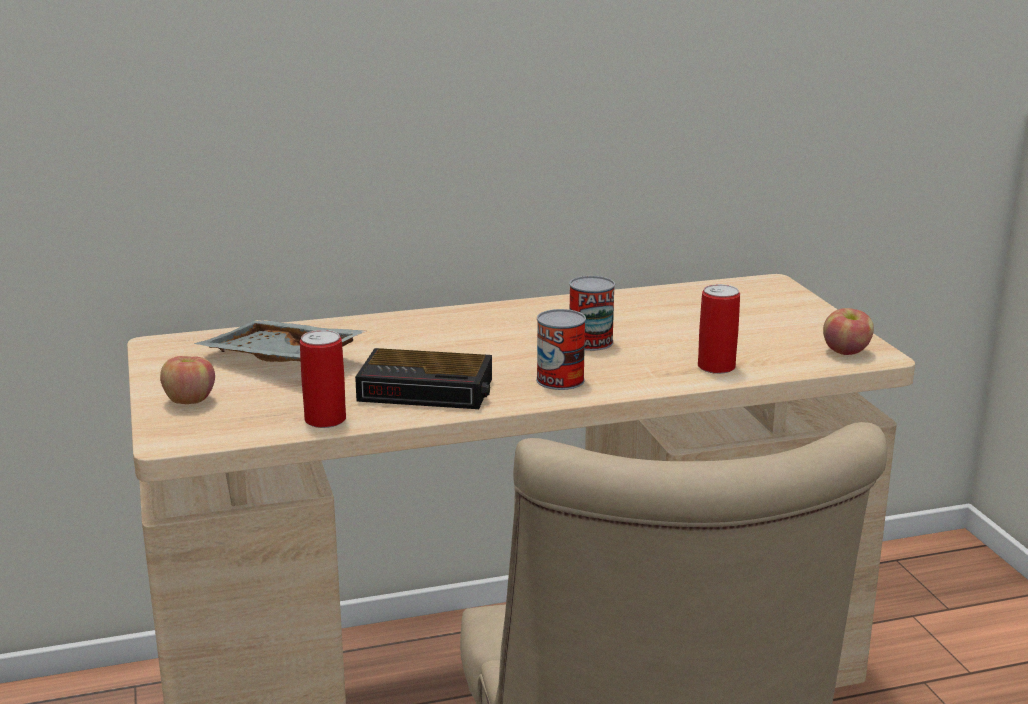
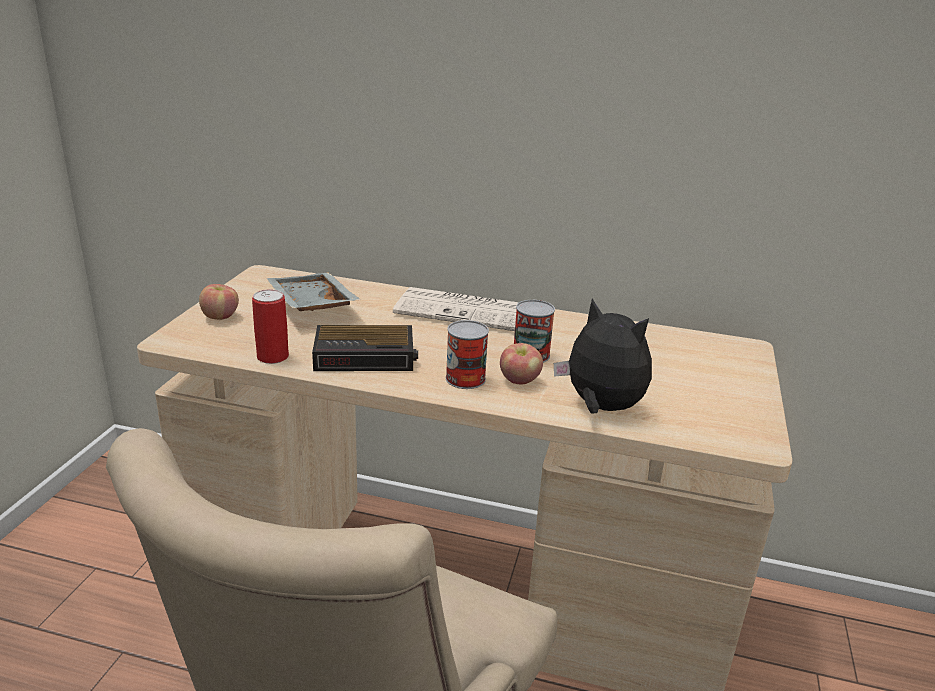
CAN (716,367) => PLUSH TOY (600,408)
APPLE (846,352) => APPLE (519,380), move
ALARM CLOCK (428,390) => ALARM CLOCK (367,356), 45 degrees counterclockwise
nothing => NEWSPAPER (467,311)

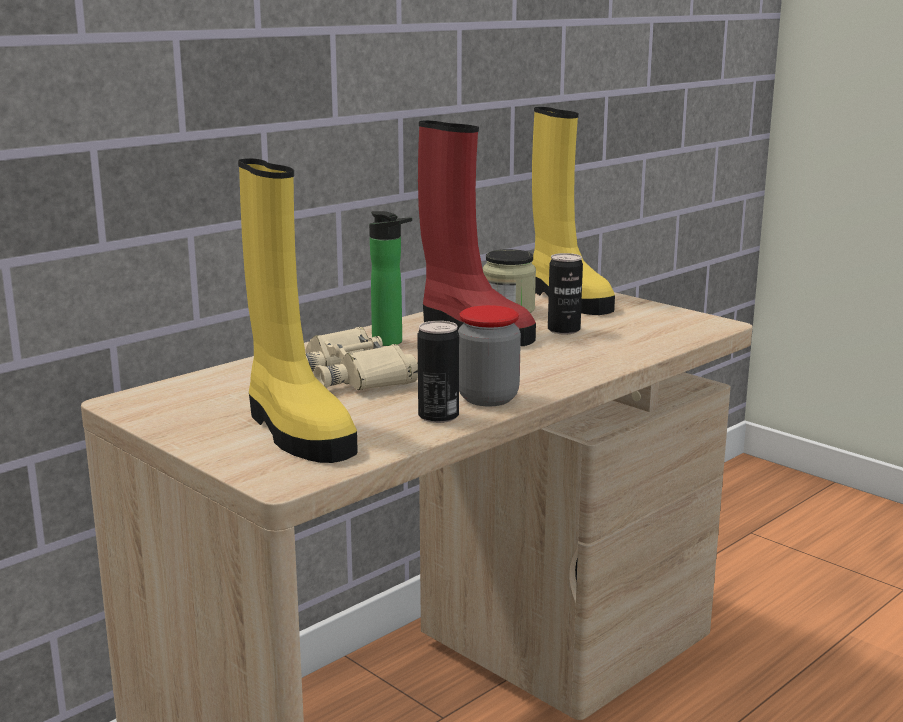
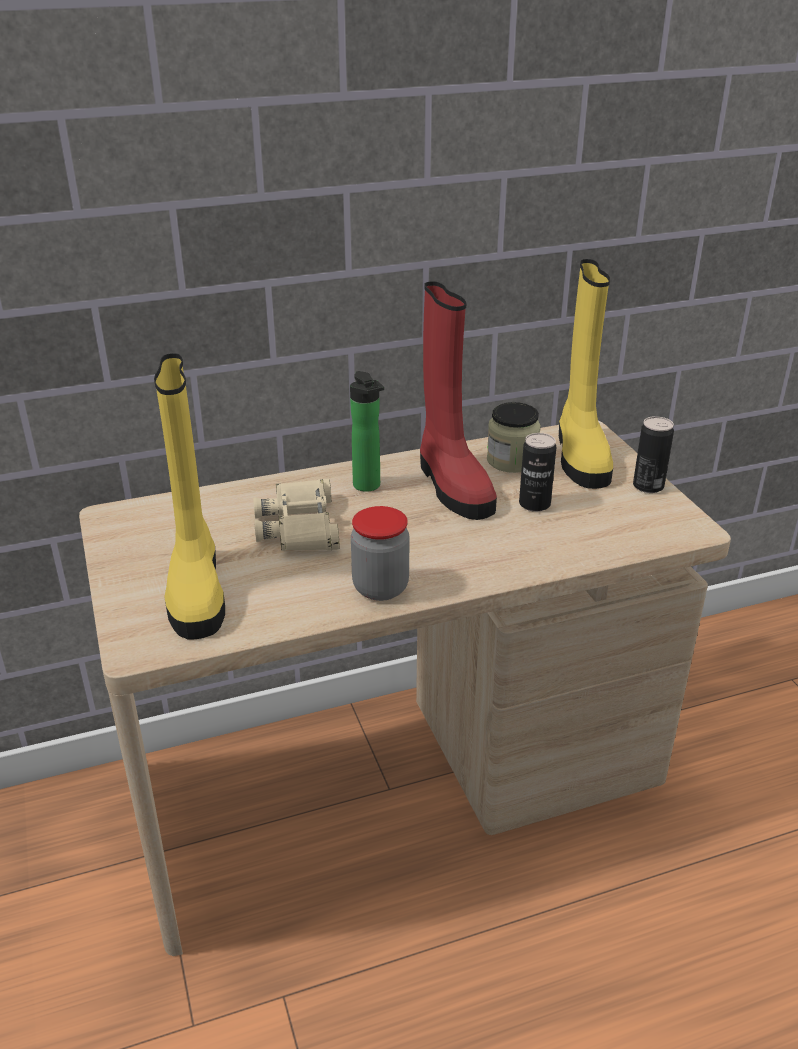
CAN (438,416) => CAN (648,486), move

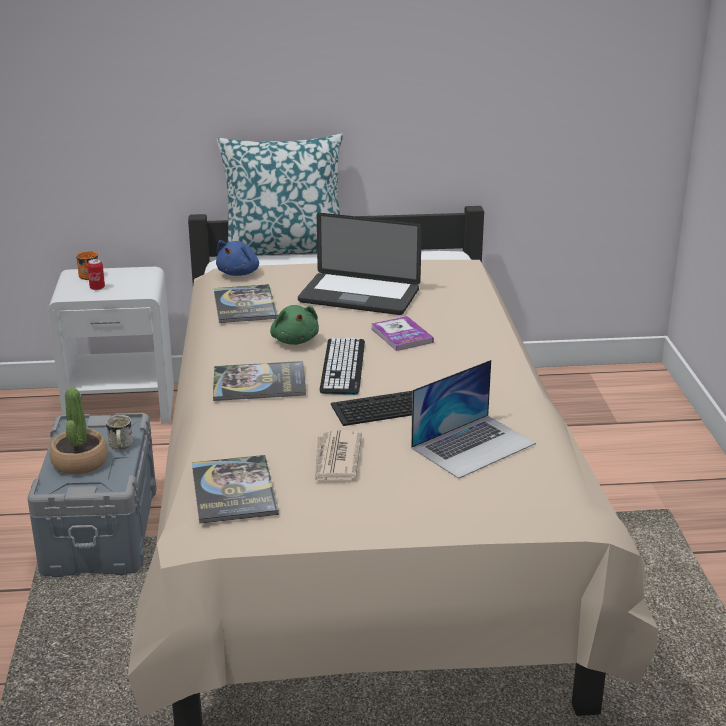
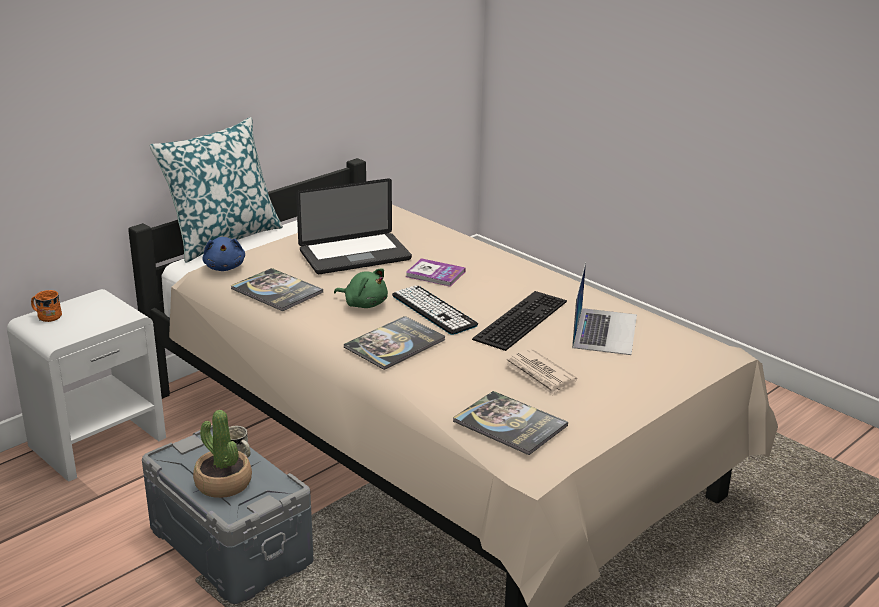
CAN (97,288) => nothing

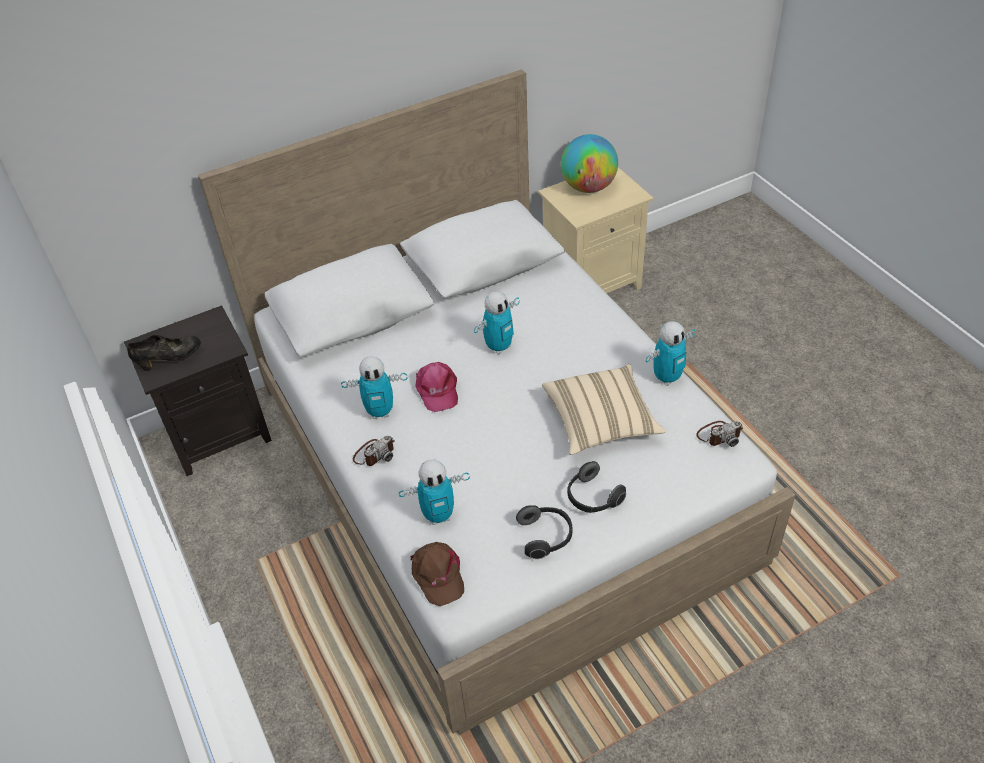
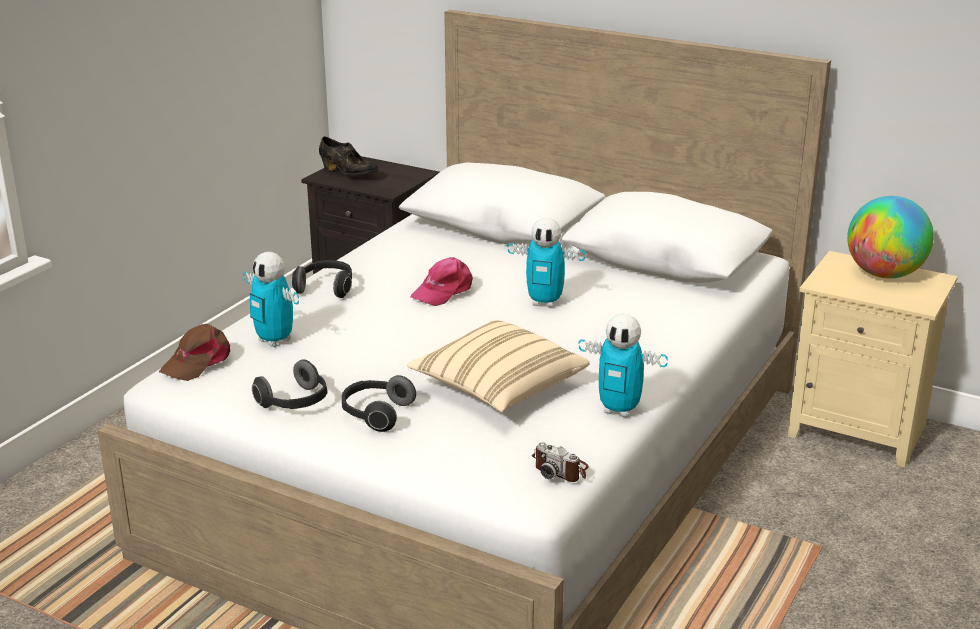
TOY ROBOT (380,412) => nothing
PHOTO CAMERA (374,453) => HEADPHONES (326,288)

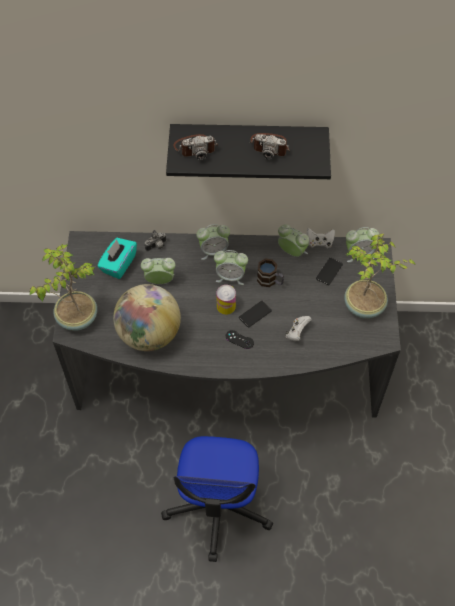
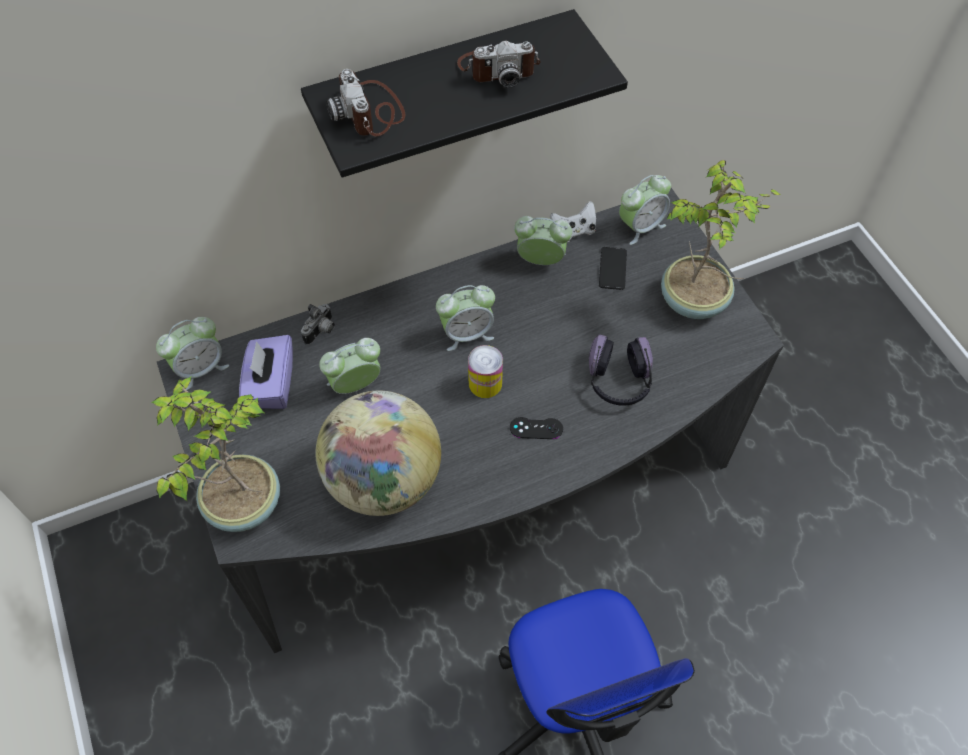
PHOTO CAMERA (195,147) => PHOTO CAMERA (370,111), 105 degrees clockwise
ALARM CLOCK (213,251) => ALARM CLOCK (200,368), move
TURQUOISE TISSUE BOX (118,264) => PURPLE TISSUE BOX (271,385)
MUG (270,281) => nothing
PHONE (255,314) => nothing
WHITE GAME CONTROLLER (297,332) => HEADPHONES (618,381)

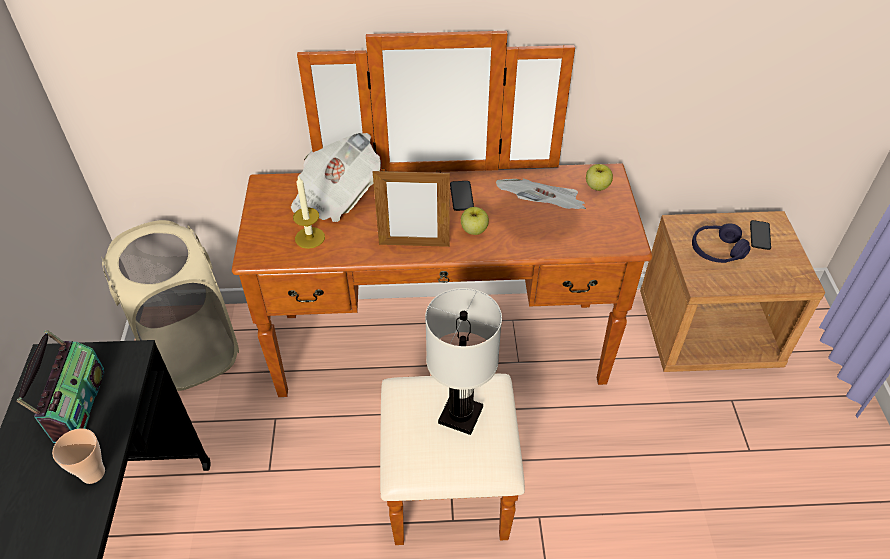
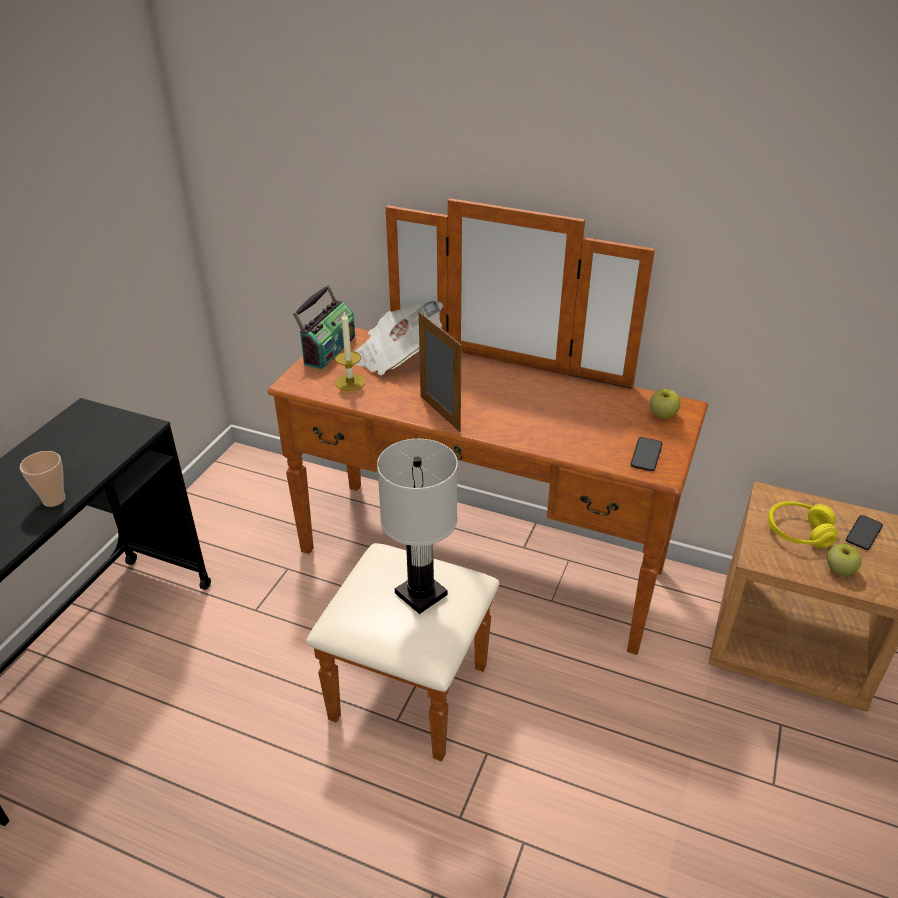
PICTURE FRAME (414,245) => PICTURE FRAME (439,413), 150 degrees counterclockwise
NEWSPAPER (542,211) => nothing
PHONE (461,196) => PHONE (646,455), move
APPLE (474,230) => APPLE (839,570), move
BEIGE LAUNDRY BASKET (191,351) => nothing
PURPLE HEADPHONES (716,250) => YELLOW HEADPHONES (798,532)
RADIO (76,404) => RADIO (328,350), move

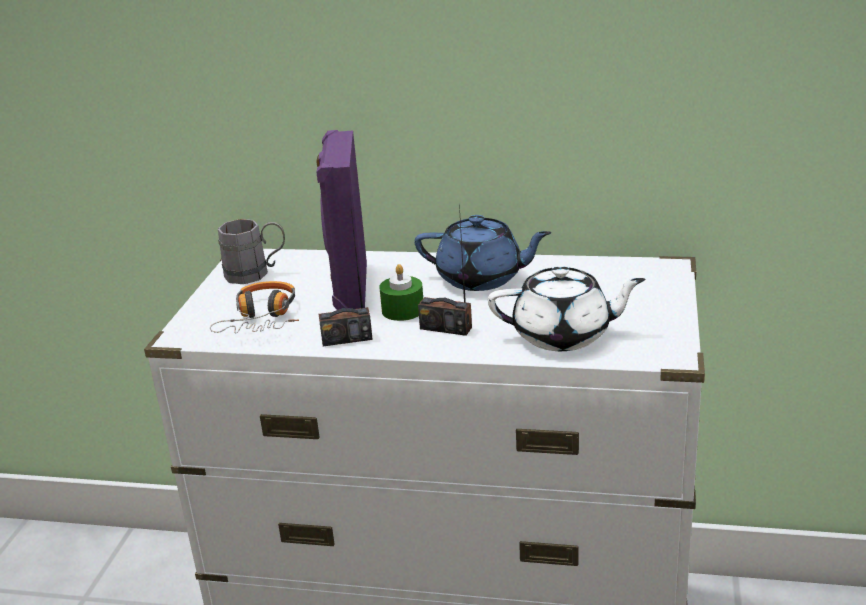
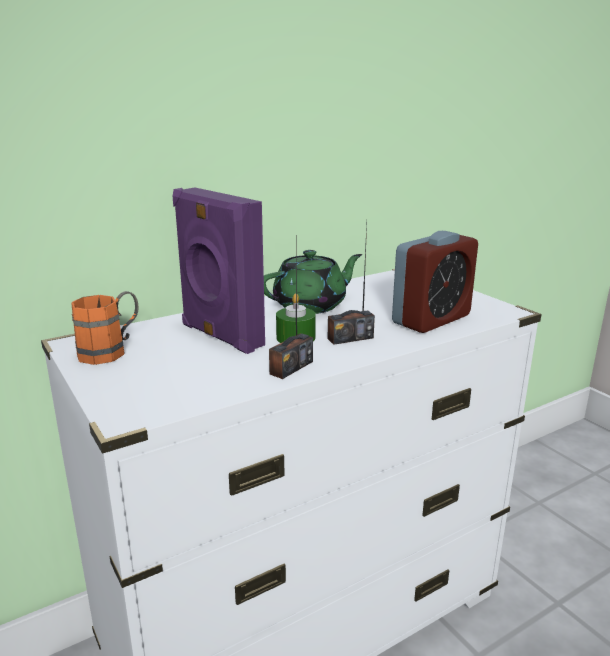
BLUE TEAPOT (481,278) => GREEN TEAPOT (311,305)
GREY MUG (256,273) => ORANGE MUG (111,351)
WHITE TEAPOT (563,335) => ALARM CLOCK (431,319)
HEADPHONES (262,319) => nothing

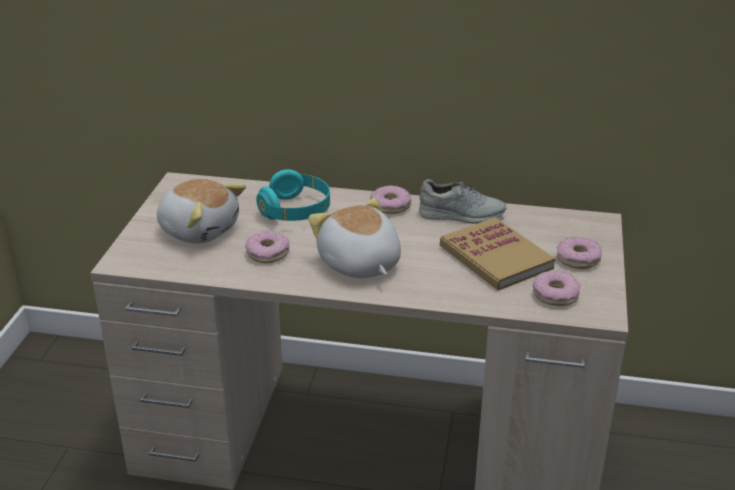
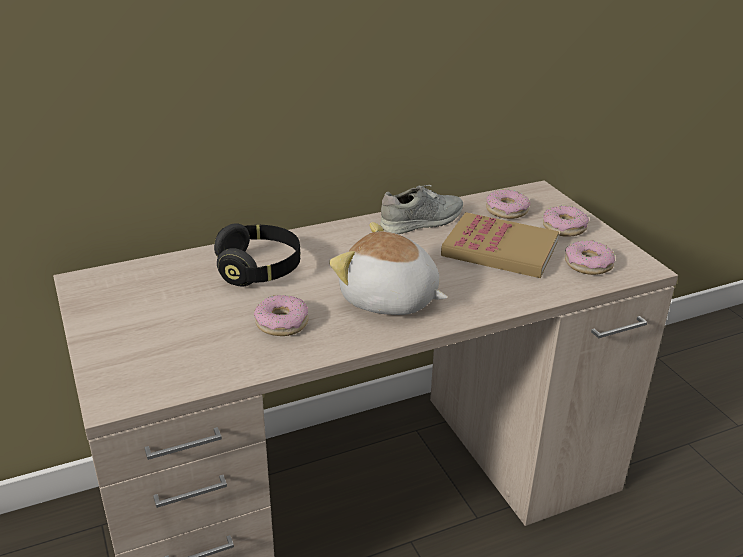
TURQUOISE HEADPHONES (296,211) => BLACK HEADPHONES (259,269)
PLUSH TOY (199,229) => nothing
DONUT (390,205) => DONUT (507,210), move

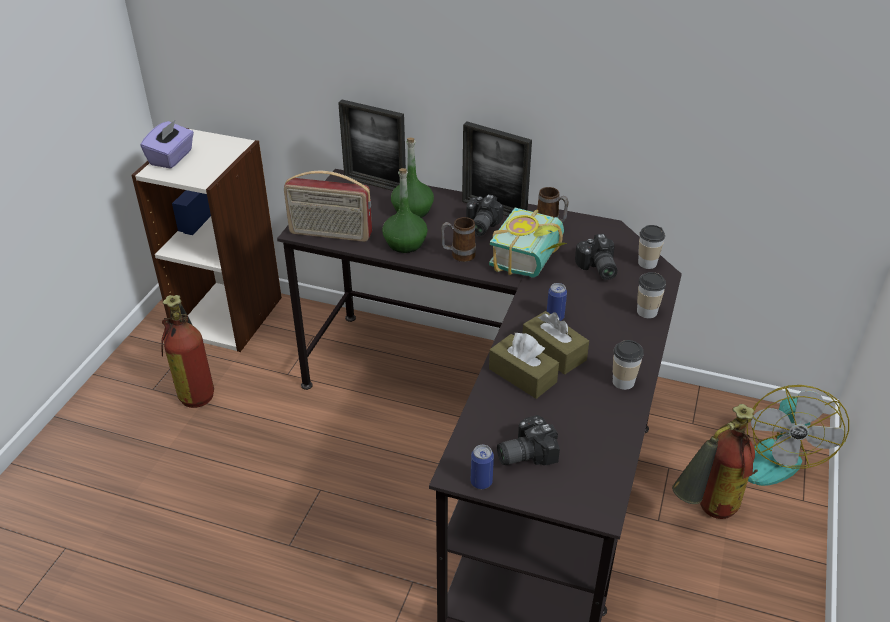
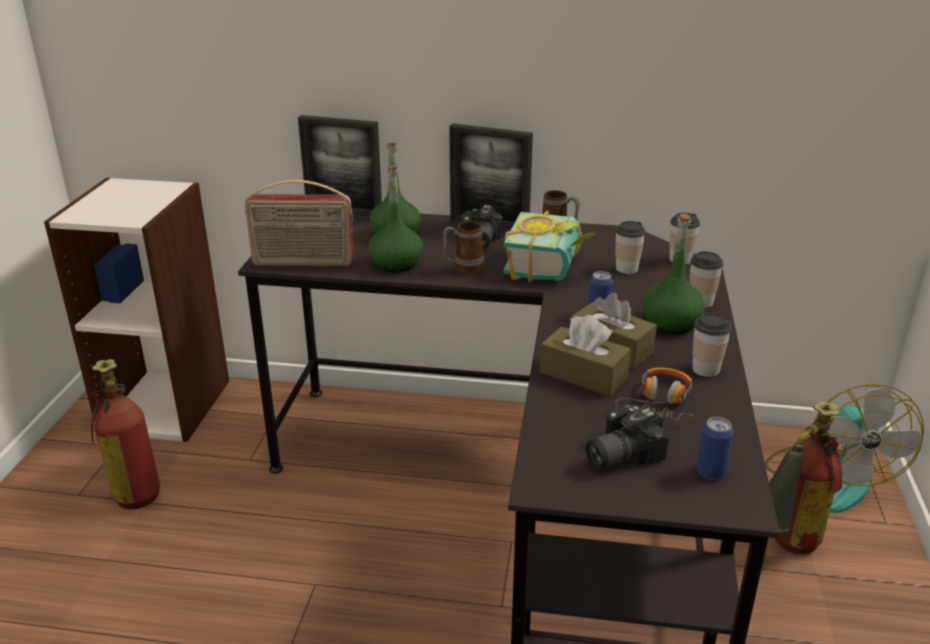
PURPLE TISSUE BOX (172,158) => nothing
PHOTO CAMERA (597,268) => CUP (626,268)
CAN (481,482) => CAN (710,472), move
nothing => GREEN BOTTLE (671,323)
nothing => HEADPHONES (659,402)

